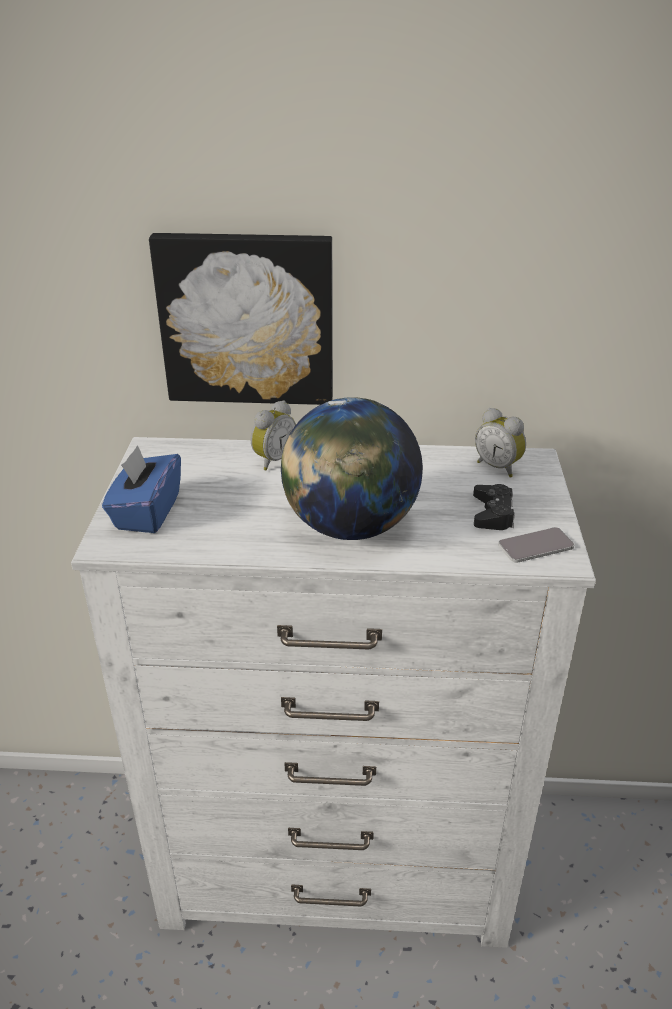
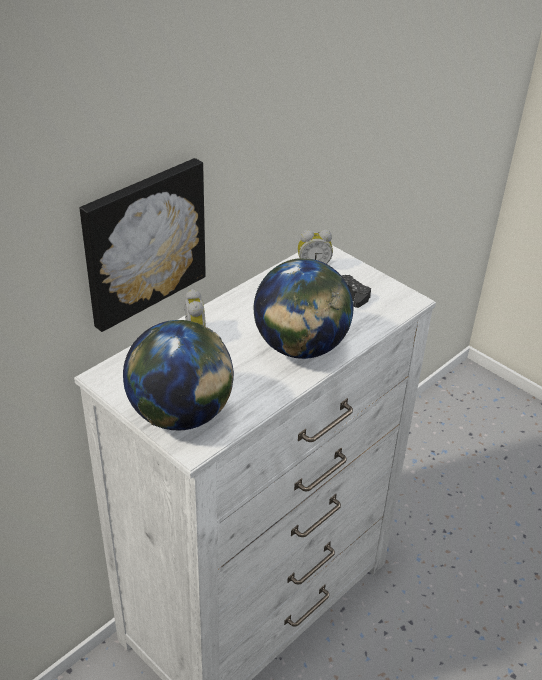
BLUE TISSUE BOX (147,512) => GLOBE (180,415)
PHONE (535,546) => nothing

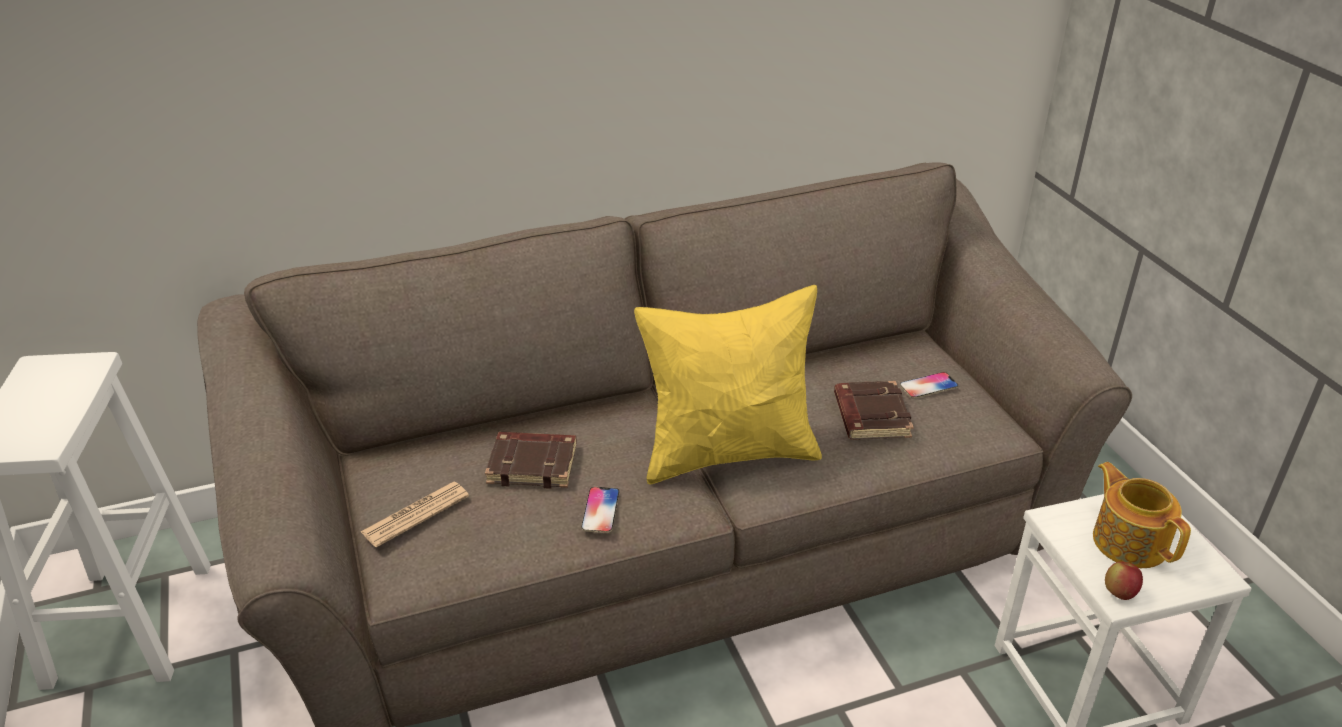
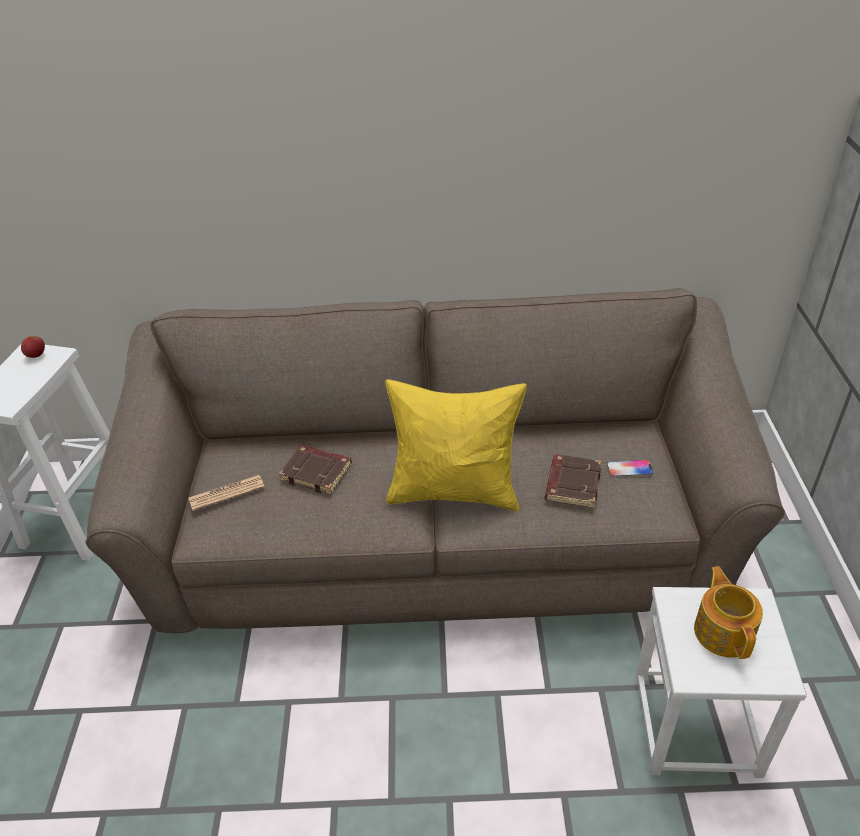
PHONE (600,510) => nothing
APPLE (1119,593) => APPLE (36,355), move

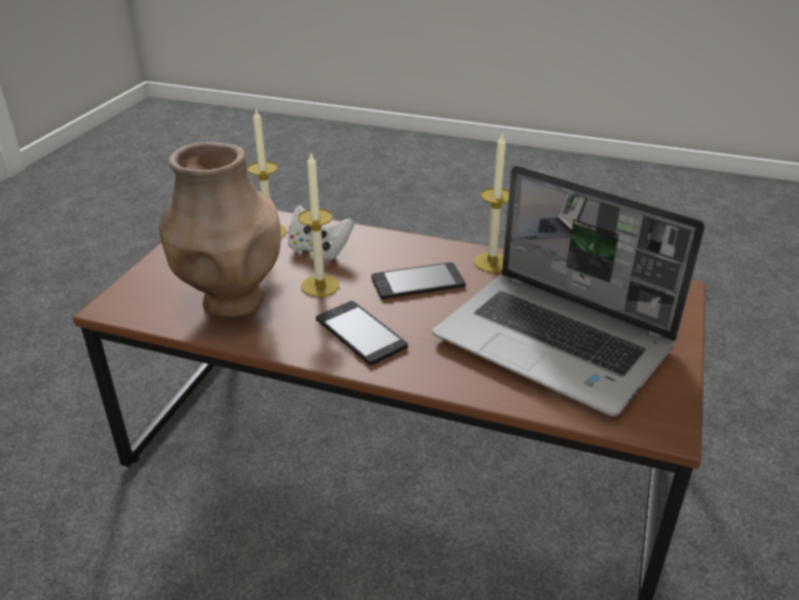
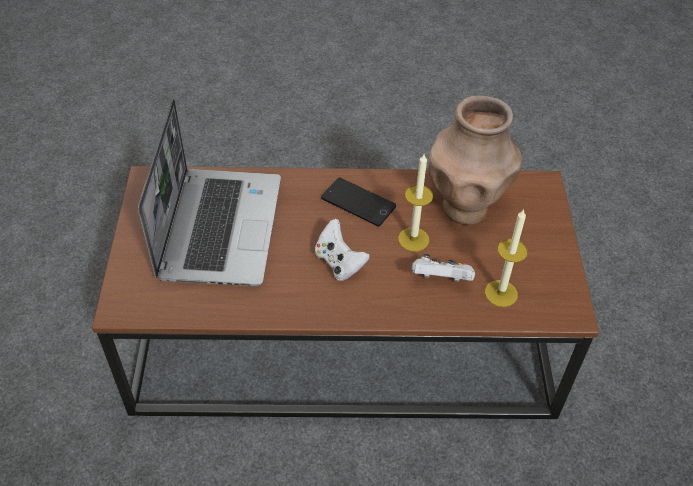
CANDLE (491,262) => nothing
LAPTOP (556,343) => LAPTOP (219,226), 75 degrees clockwise
PHONE (418,282) => WHITE GAME CONTROLLER (339,263)

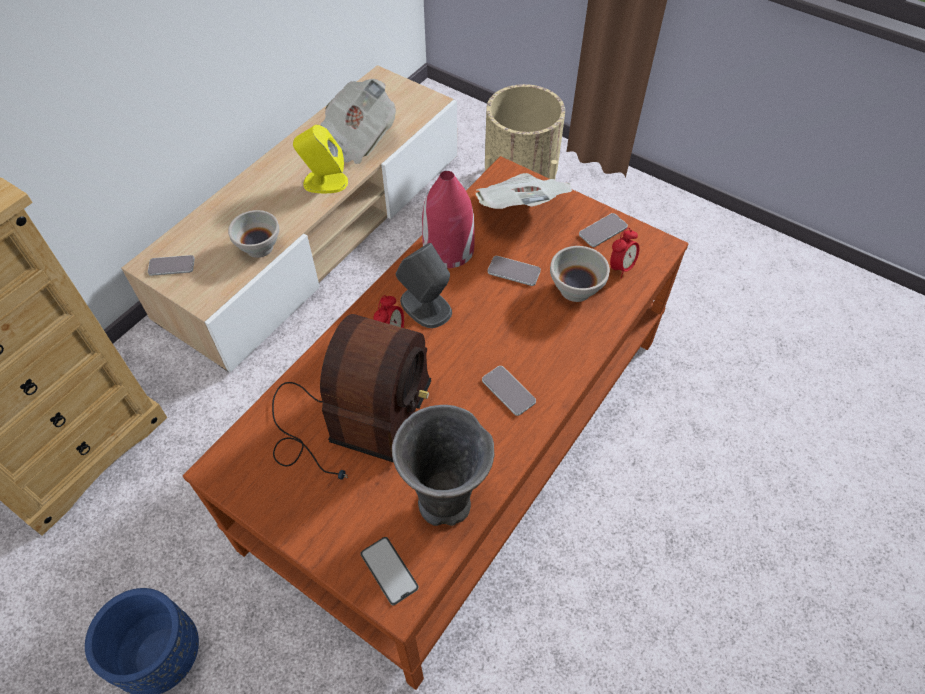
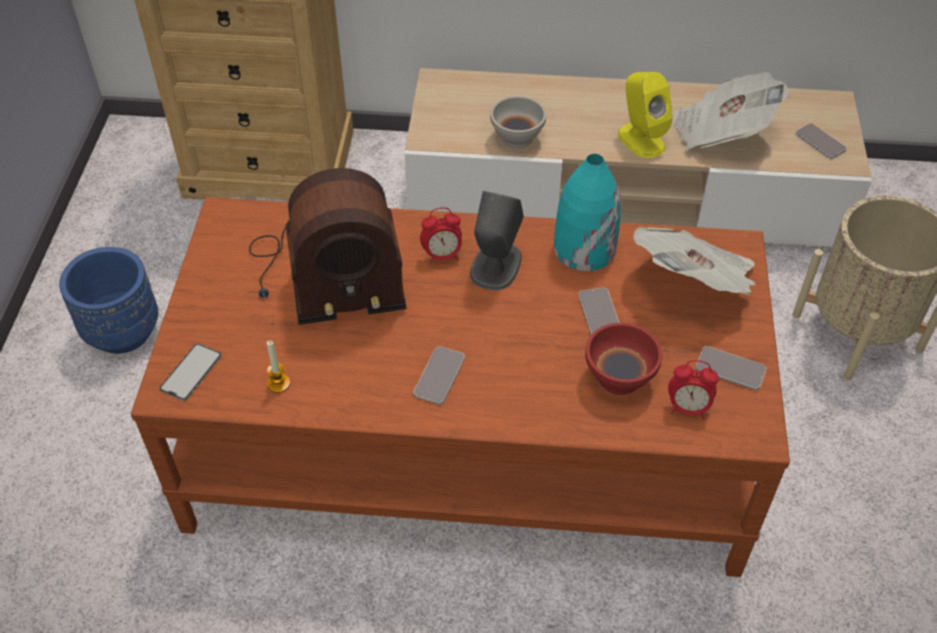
RED VASE (448,250) => TURQUOISE VASE (583,249)
WHITE BOWL (575,290) => RED BOWL (618,378)
PHONE (171,266) => PHONE (820,142), move
GREY VASE (446,505) => CANDLE (278,383)

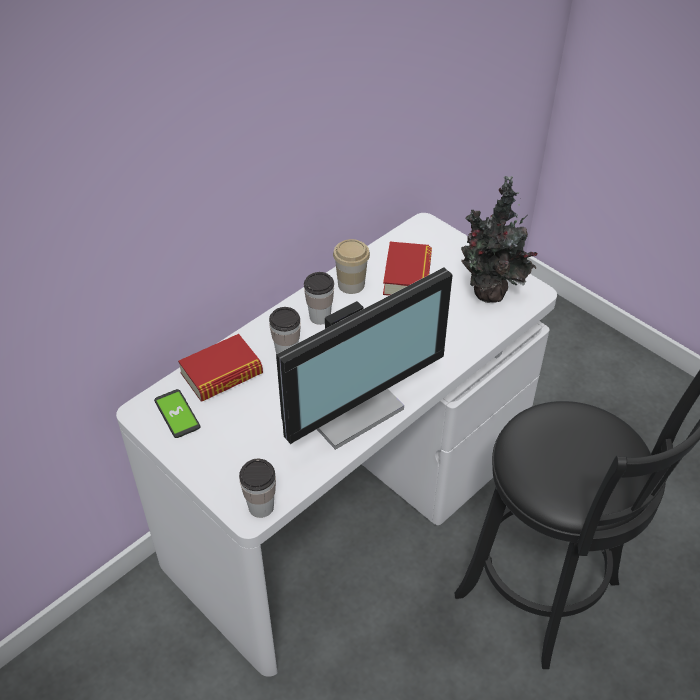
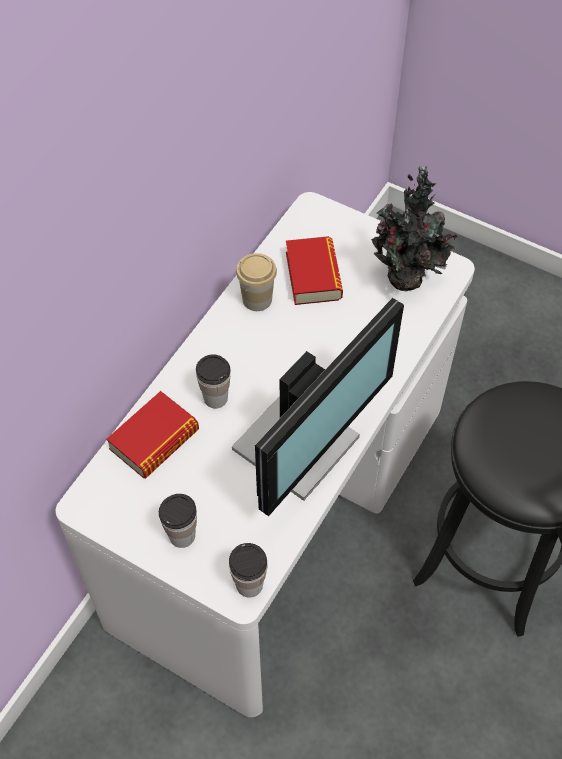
CUP (320,317) => CUP (182,536), move
PHONE (177,414) => nothing

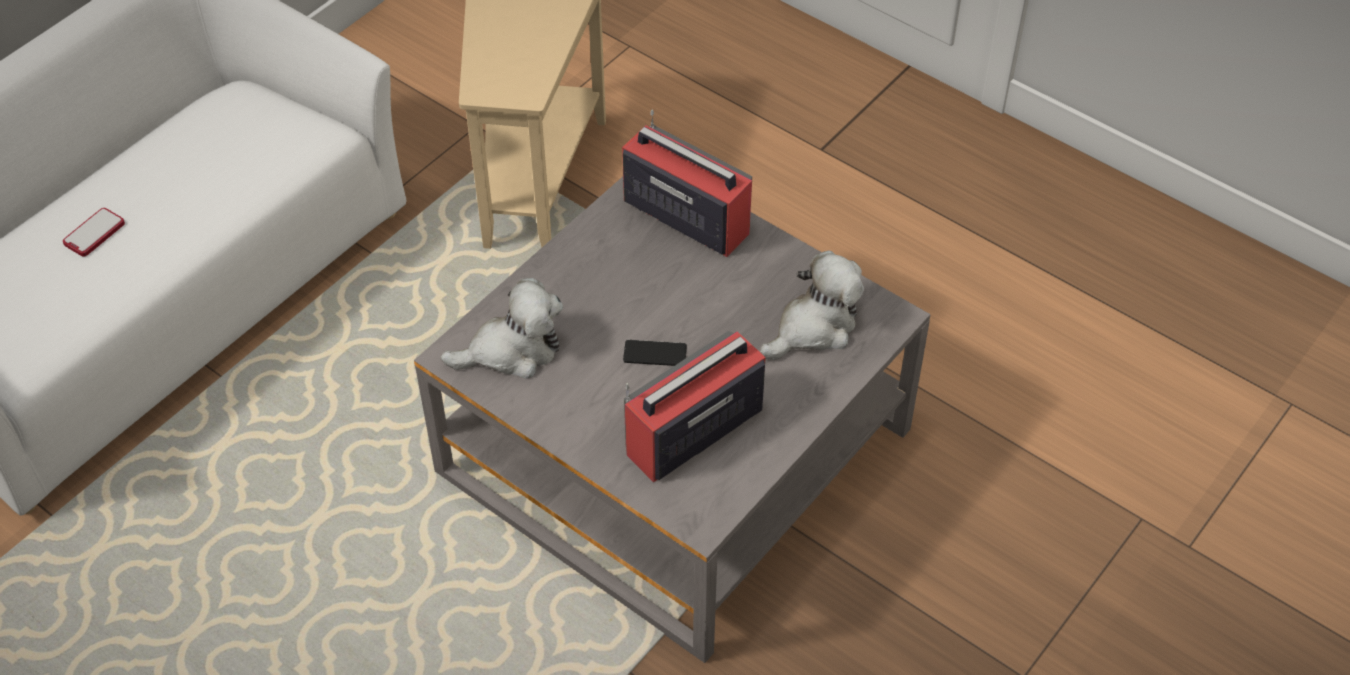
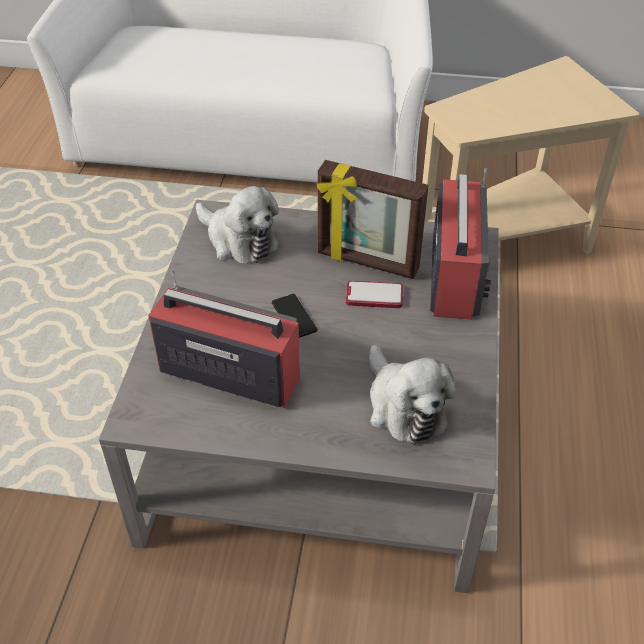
PHONE (94,233) => PHONE (374,296), move
PLUSH TOY (814,327) => PLUSH TOY (404,406), 45 degrees clockwise
nothing => PICTURE FRAME (367,262)

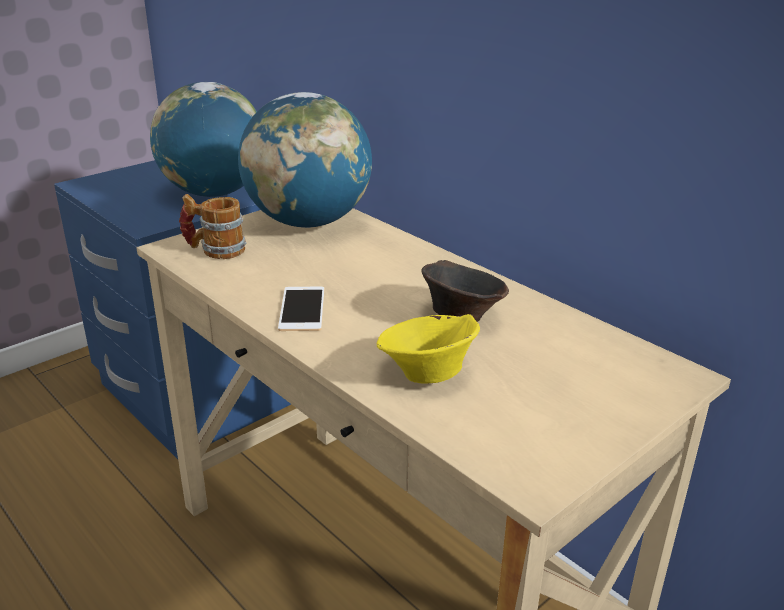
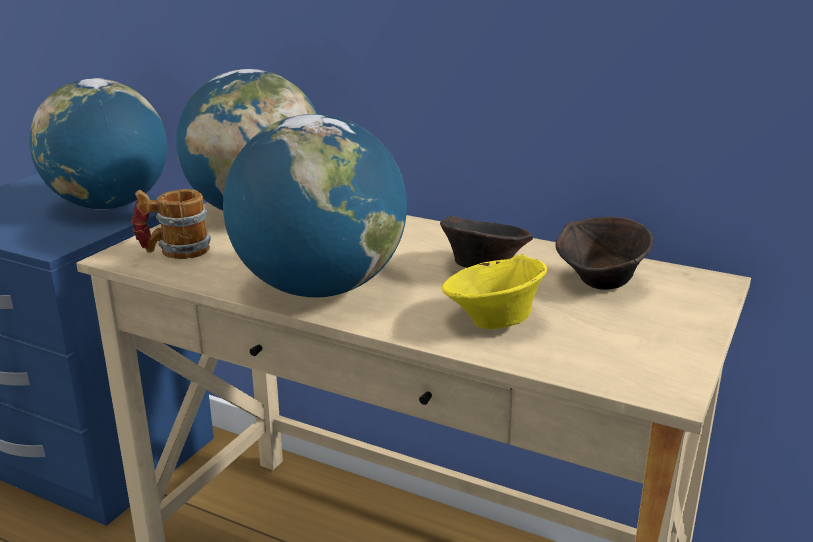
PHONE (302,309) => GLOBE (319,289)
nothing => BROWN BOWL (601,283)

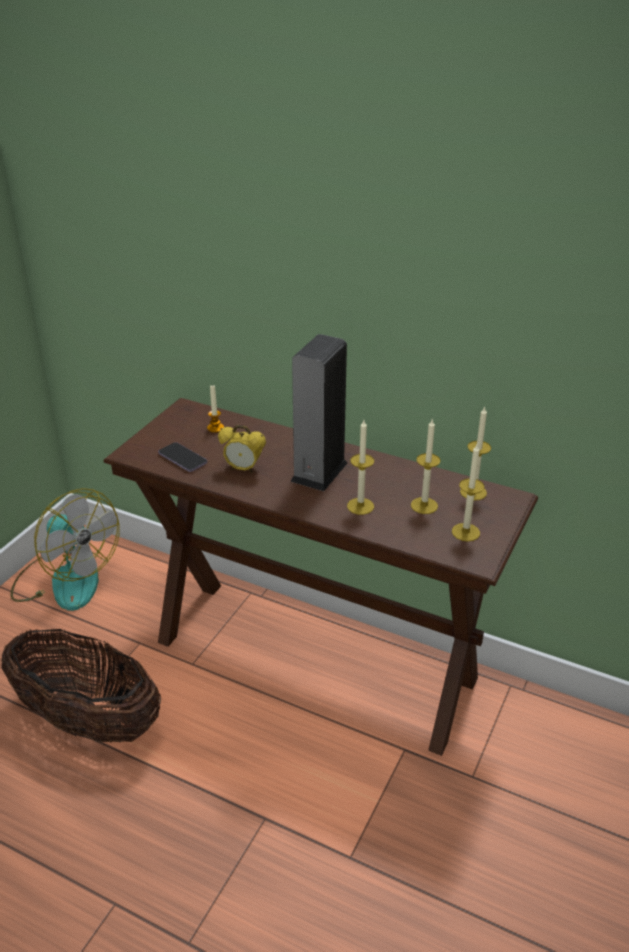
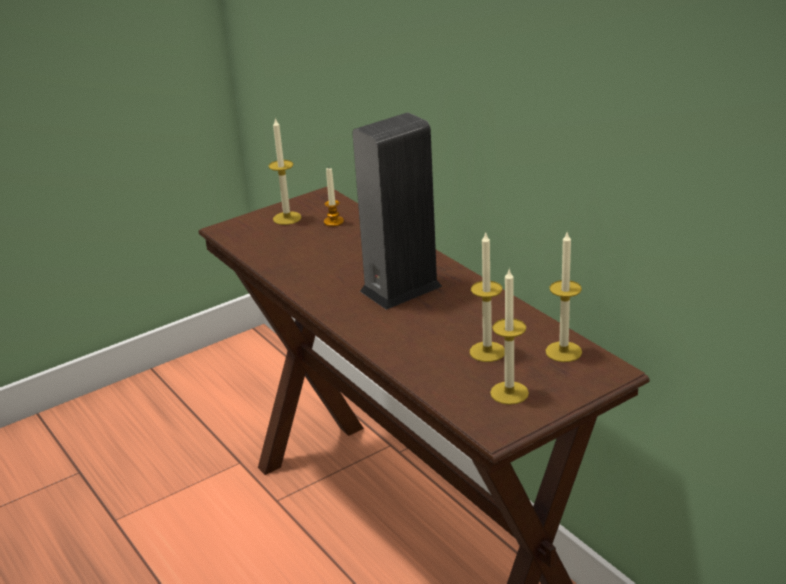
CANDLE (360,506) => CANDLE (287,218), move
ALARM CLOCK (243,469) => nothing
PHONE (182,458) => nothing
FAN (66,579) => nothing
BASKET (88,720) => nothing

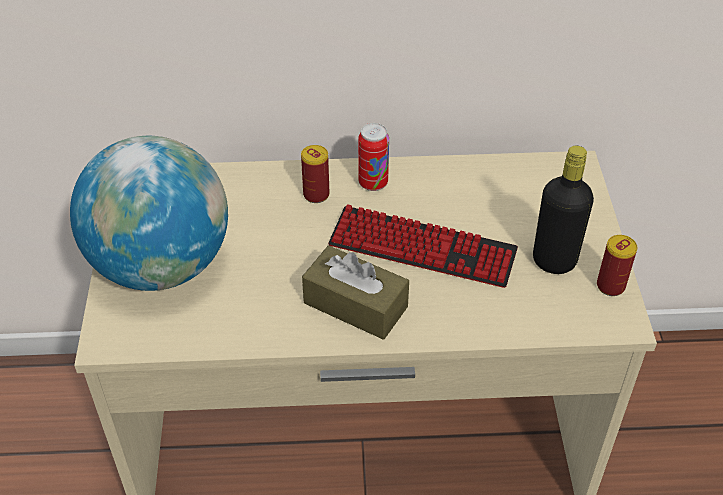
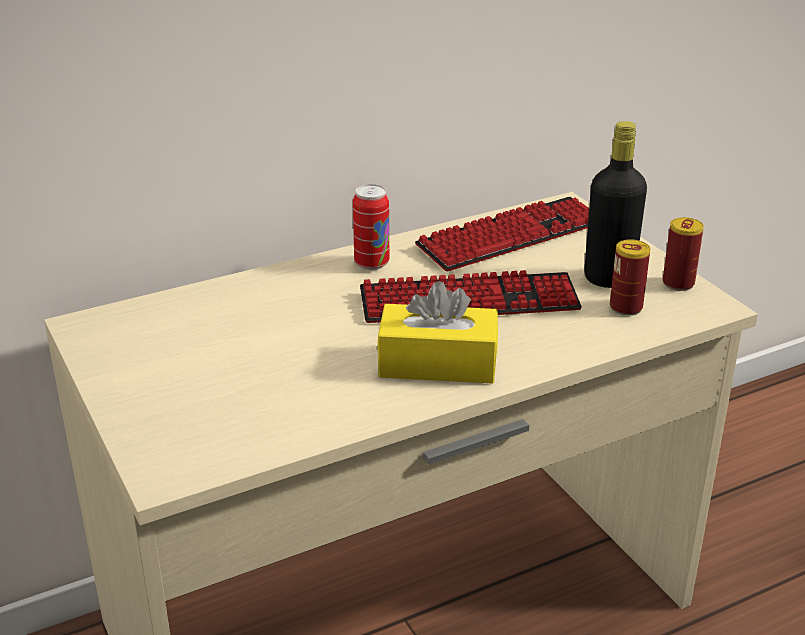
GLOBE (161,265) => nothing
CAN (316,194) => CAN (626,307), move
BROWN TISSUE BOX (355,305) => YELLOW TISSUE BOX (438,364)
nothing => KEYBOARD (511,236)

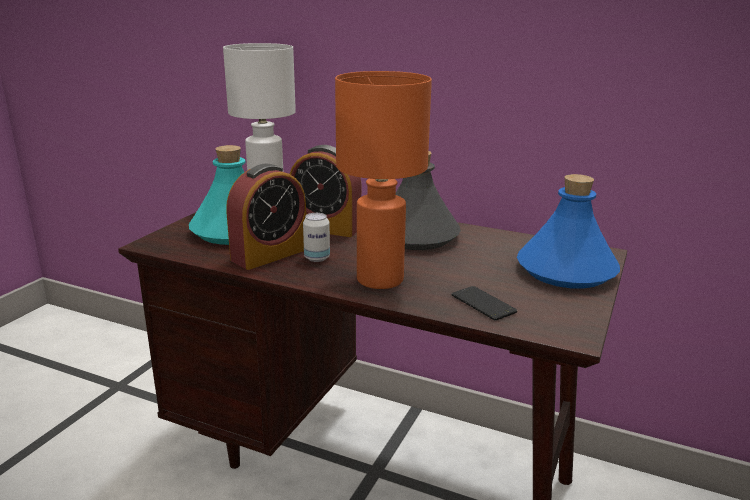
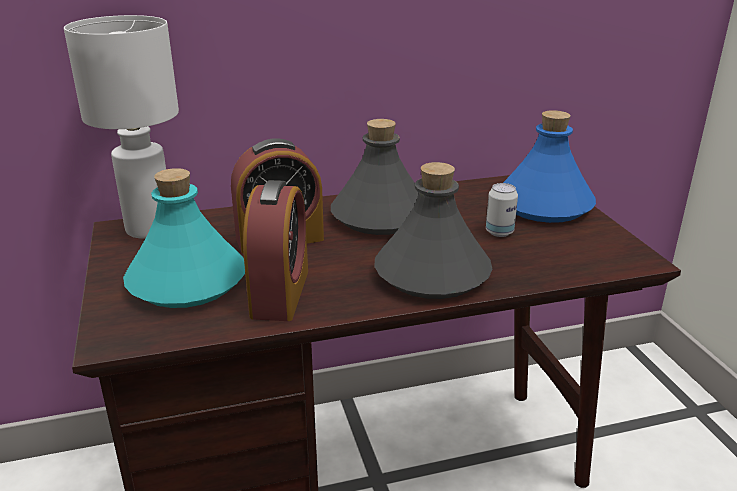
ORANGE TABLE LAMP (381,280) => GREY BOTTLE (433,274)
CAN (317,258) => CAN (499,232), move
PHONE (483,304) => nothing

